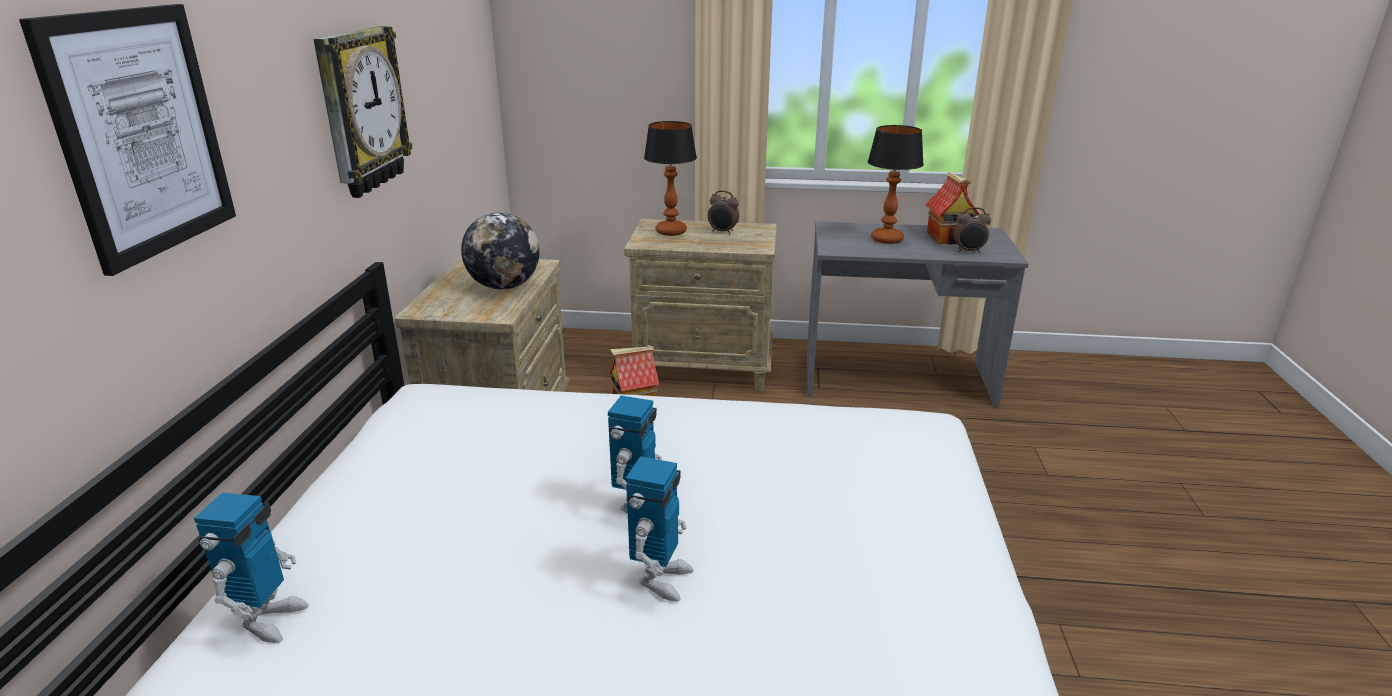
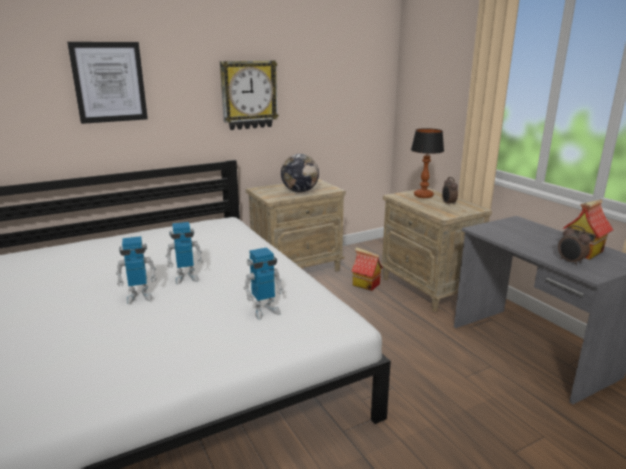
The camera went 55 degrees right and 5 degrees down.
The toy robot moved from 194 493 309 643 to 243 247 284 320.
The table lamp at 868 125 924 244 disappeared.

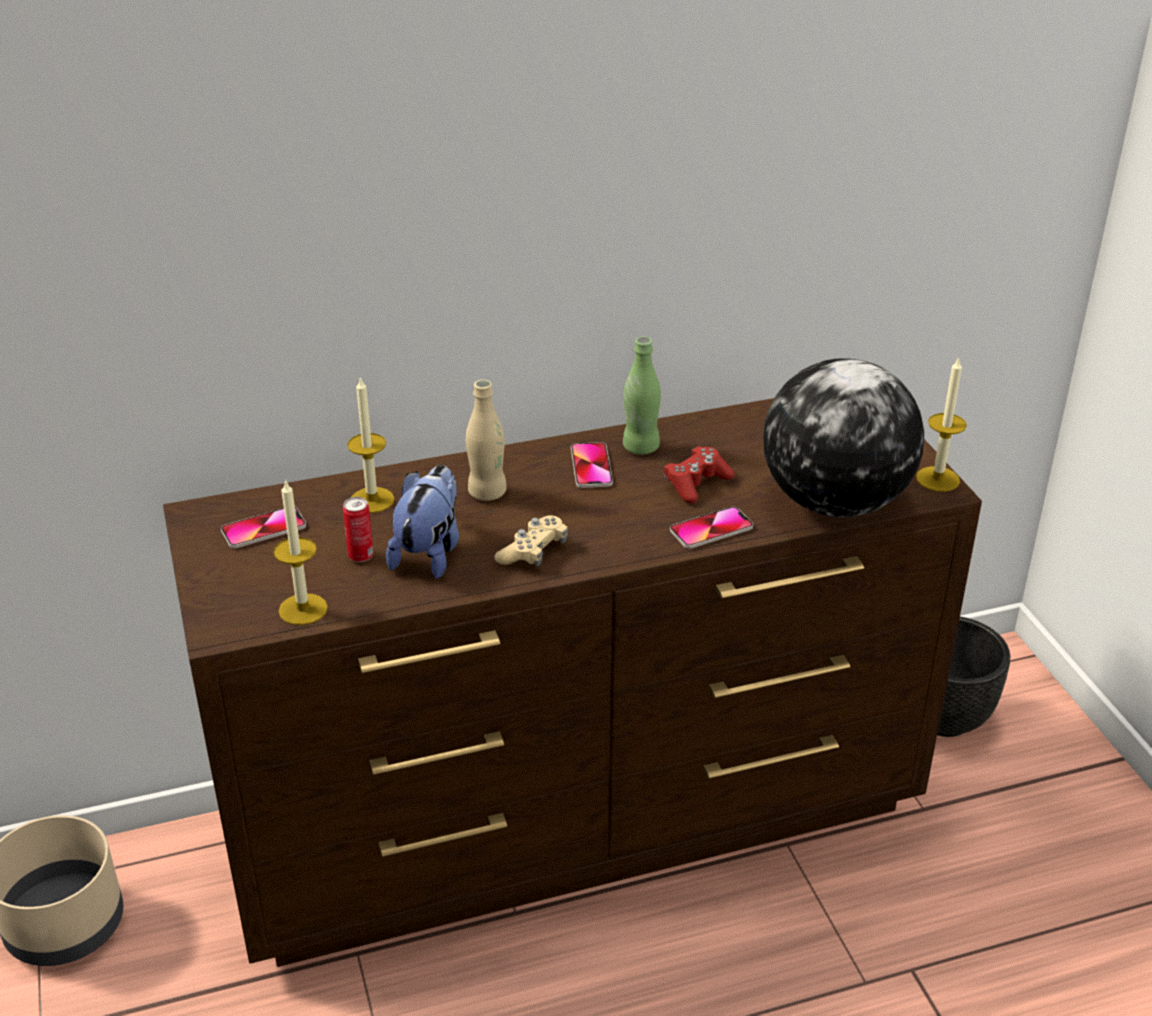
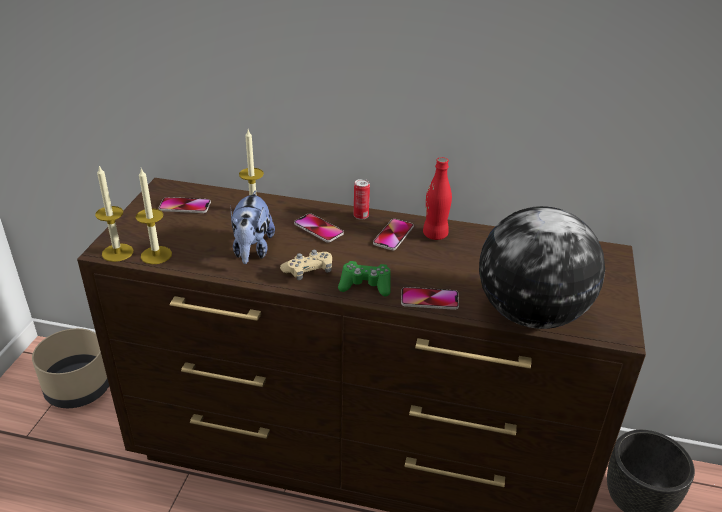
The camera went 30 degrees right and 0 degrees up.
The candle moved from 916 356 967 492 to 95 166 133 262.
The plush toy at 386 465 459 579 turned 135 degrees clockwise.
The beige bottle at 466 380 507 501 was replaced by the phone at 294 213 344 243.
The green game controller at 338 261 391 297 appeared.
The can moved from 343 497 374 562 to 354 179 370 220.
The green bottle at 623 336 661 455 became the red bottle at 423 157 452 240.
The red game controller at 664 446 734 503 disappeared.

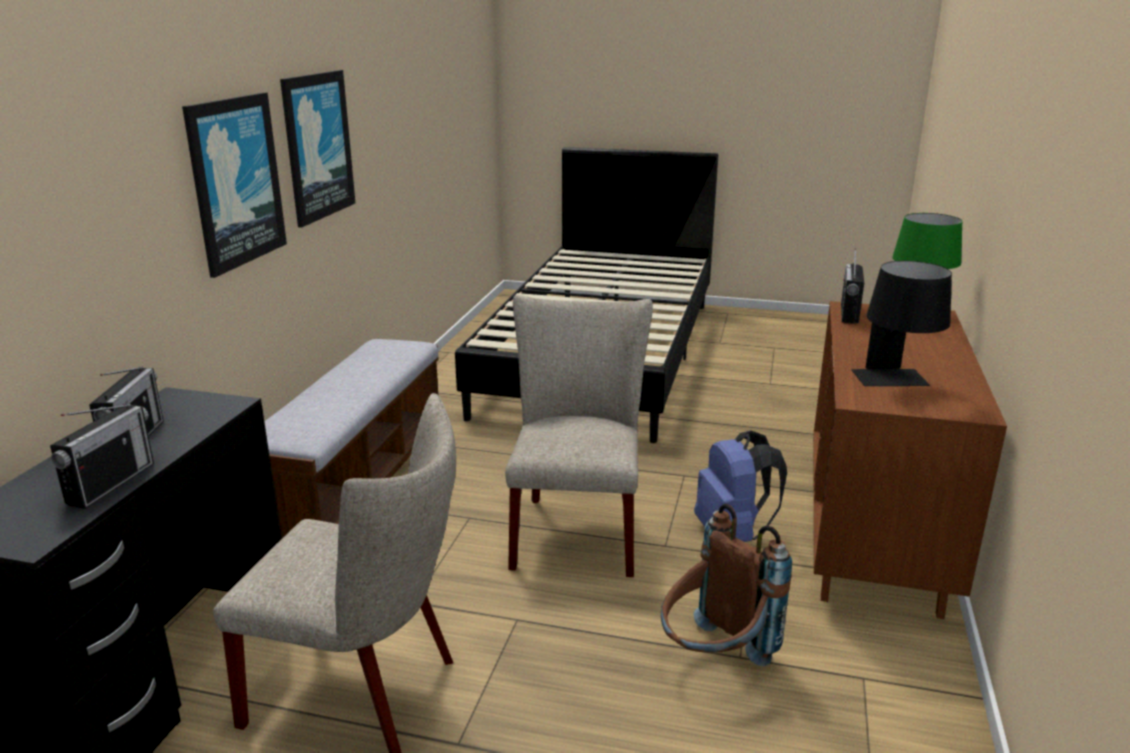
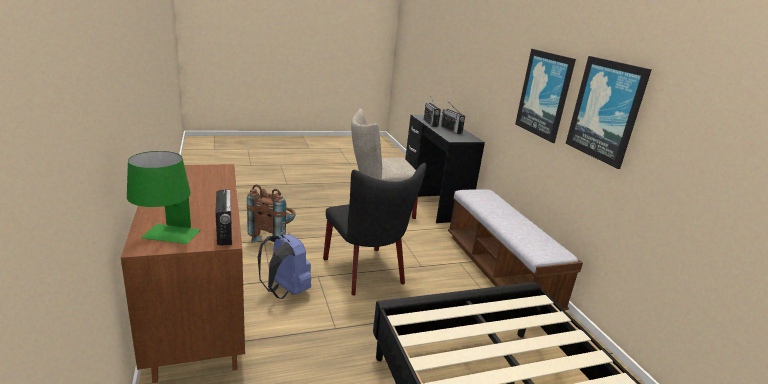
The camera went 145 degrees right and 0 degrees up.
The beige chair at 505 295 653 577 became the black chair at 323 163 426 296.
The black table lamp at 851 261 952 386 disappeared.

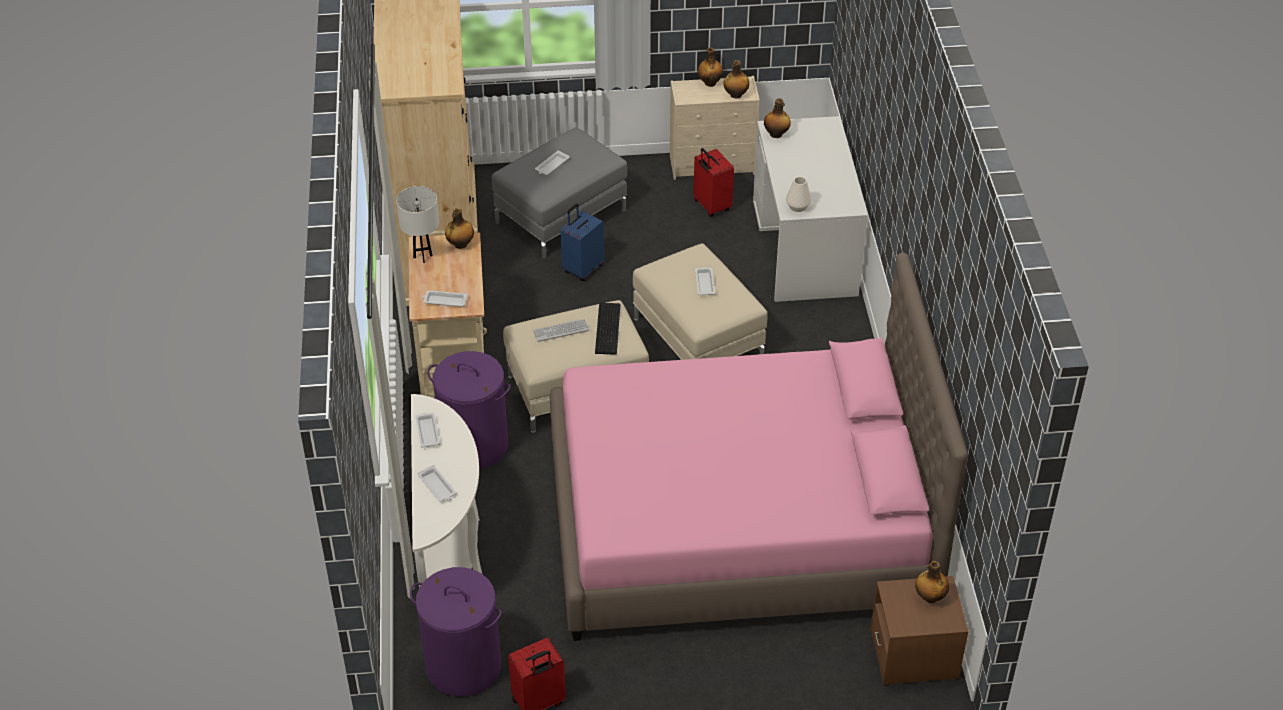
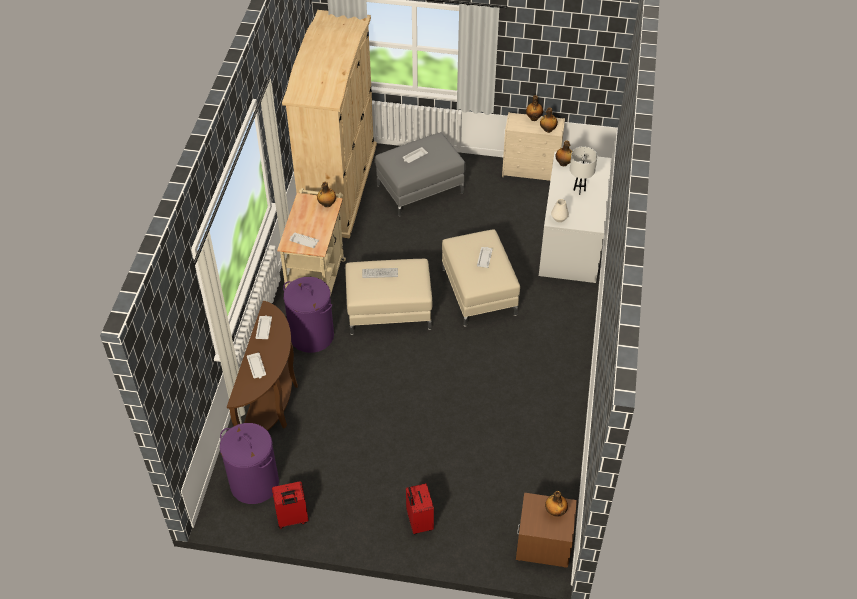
The camera went 15 degrees right and 5 degrees up.
The white console table at 411 394 482 587 became the brown console table at 227 301 298 431.
The red suitcase moved from 694 148 734 217 to 406 484 434 534.
The white table lamp moved from 396 186 439 263 to 570 146 598 195.
The pink bed at 549 252 968 641 disappeared.
The blue suitcase at 560 203 604 281 disappeared.
The keyboard at 595 303 621 355 disappeared.

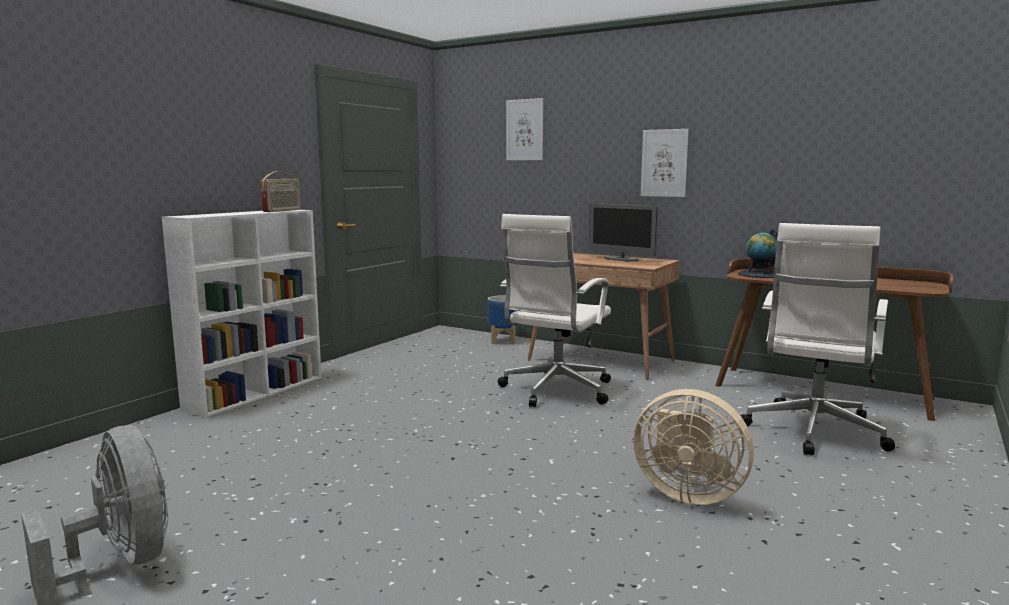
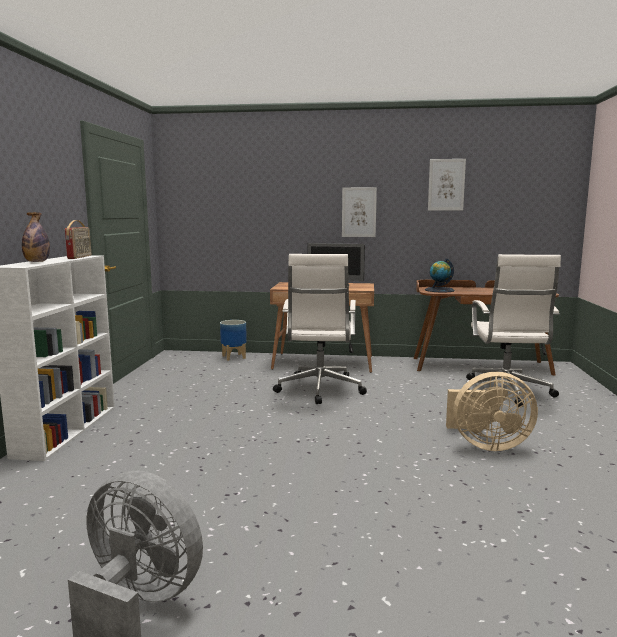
The camera went 25 degrees left and 0 degrees up.
The bottle at 22 212 50 262 appeared.
The picture moved from 506 98 543 161 to 428 159 466 211.

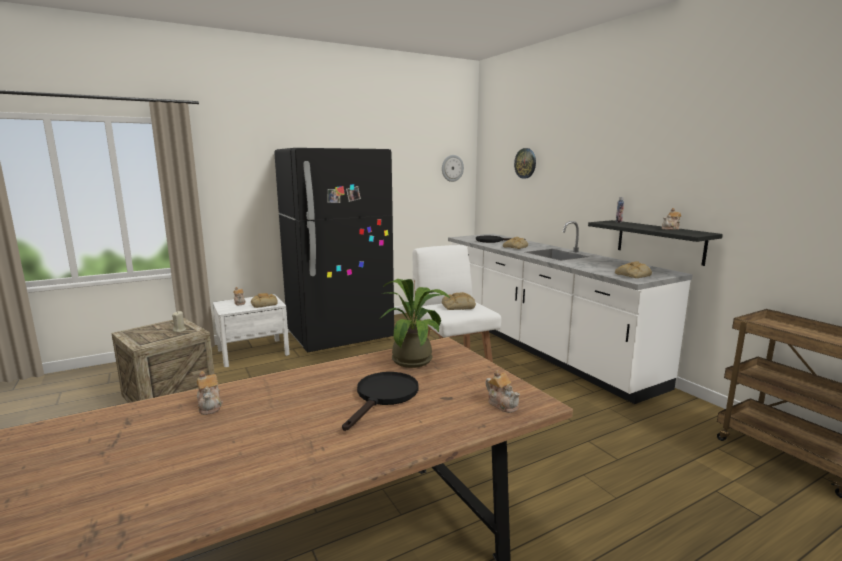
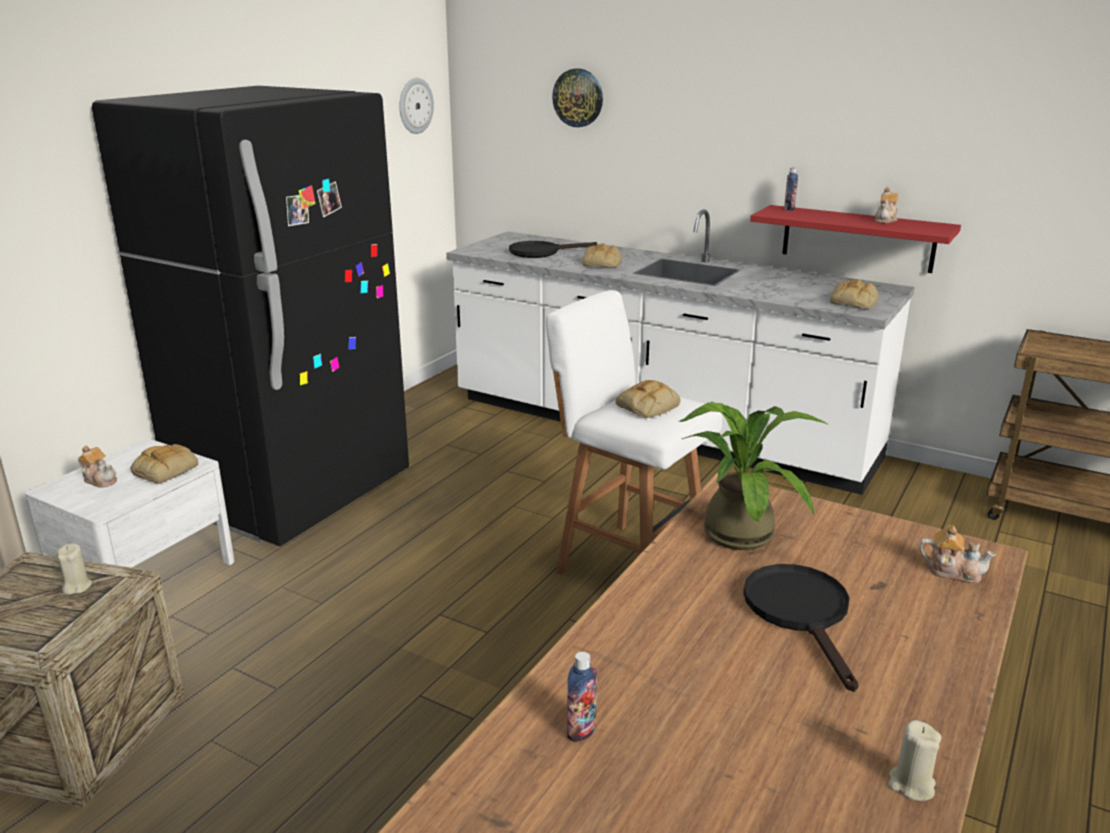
The camera went 30 degrees left and 10 degrees up.
The teapot at 197 371 223 415 was replaced by the bottle at 567 652 597 742.
The black shelf at 588 220 723 266 became the red shelf at 750 205 961 273.
The beige candle at 888 720 942 801 appeared.

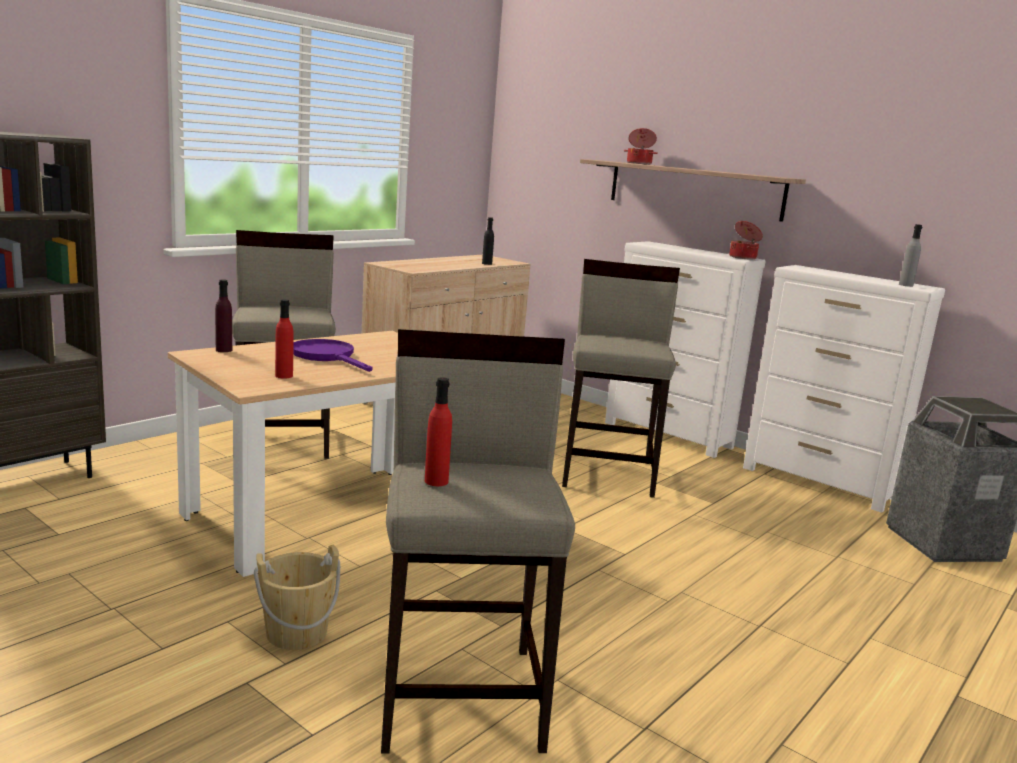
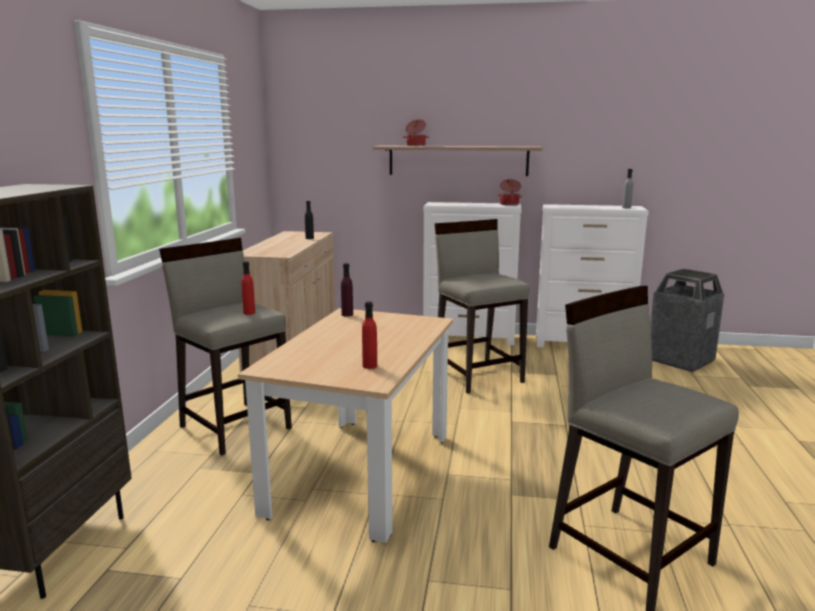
The camera went 30 degrees left and 0 degrees up.
The red bottle moved from 425 377 452 486 to 241 261 255 315.
The purple bottle moved from 215 279 232 352 to 341 263 353 317.
The beige bucket at 254 545 340 650 disappeared.
The purple frying pan at 293 339 373 372 disappeared.

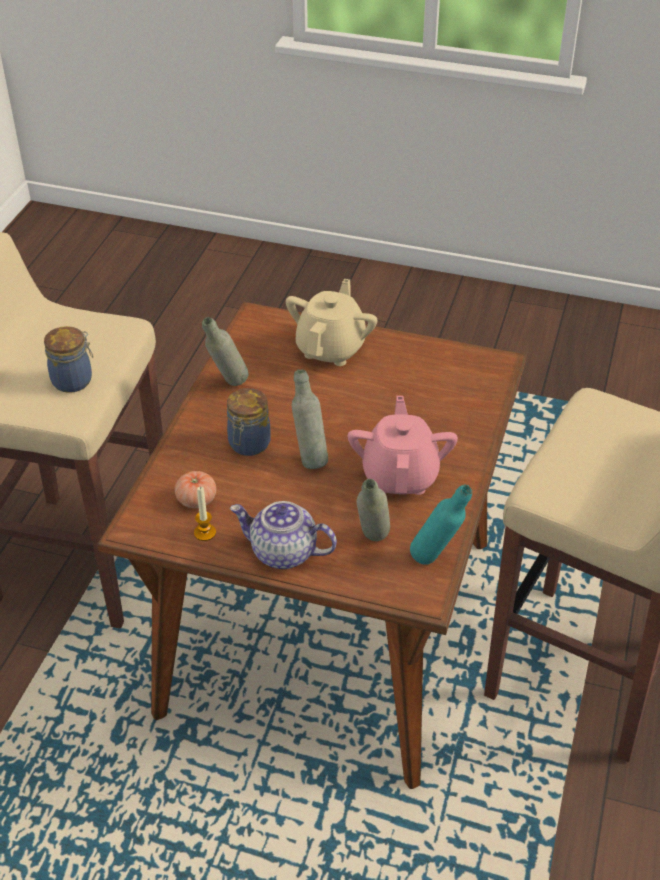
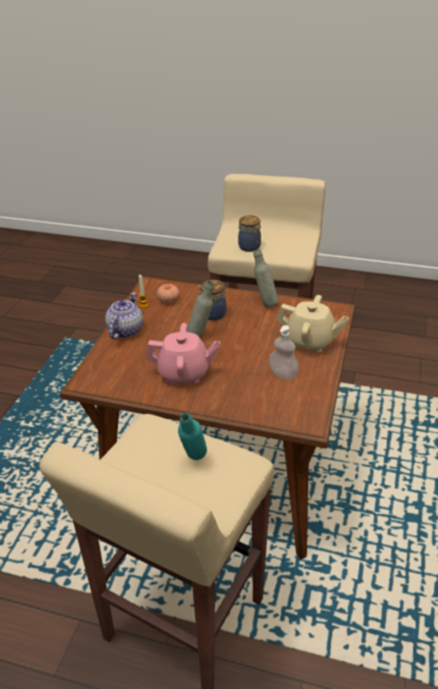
The camera went 90 degrees right and 5 degrees down.
The turquoise bottle moved from 410 485 472 565 to 178 413 207 460.
The soap dispenser at 269 325 299 380 appeared.
The grey bottle at 357 479 390 541 disappeared.

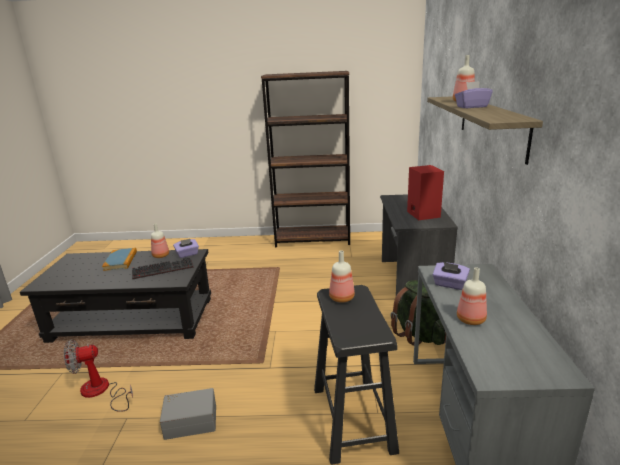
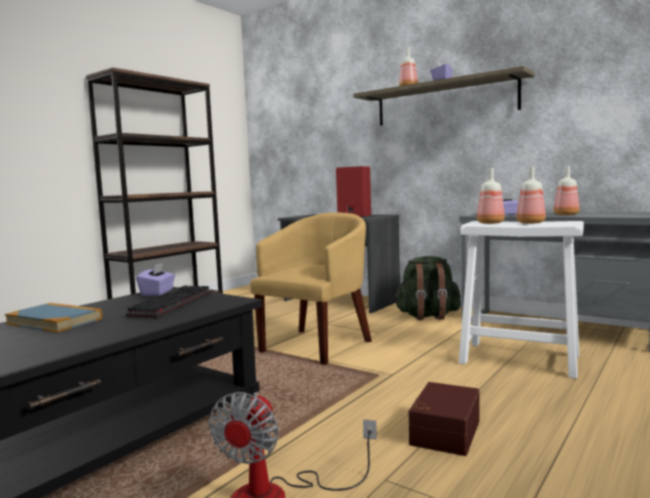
The camera went 55 degrees left and 15 degrees down.
The yellow armchair at 250 213 372 365 appeared.
The grey storage box at 160 388 216 440 became the brown storage box at 409 382 479 456.
The black stool at 314 285 399 465 became the white stool at 458 221 584 379.
The bottle moved from 151 223 169 258 to 516 167 546 224.

